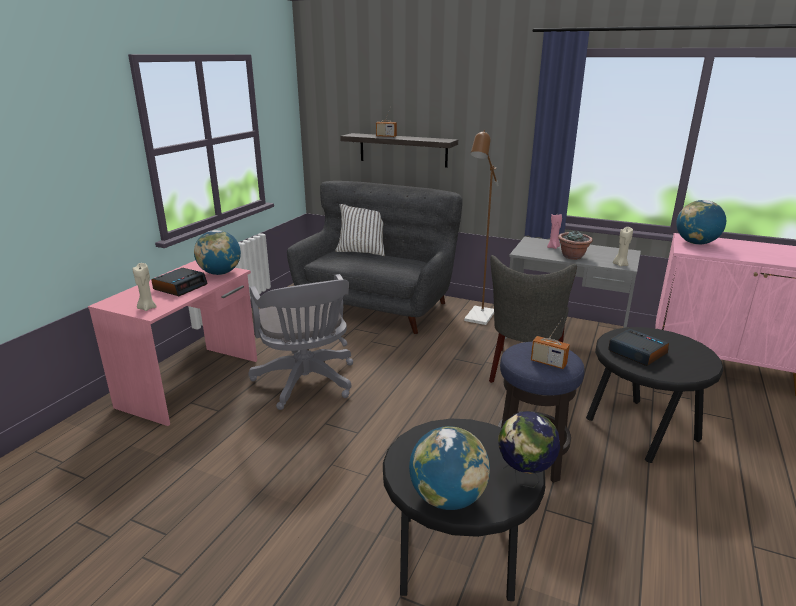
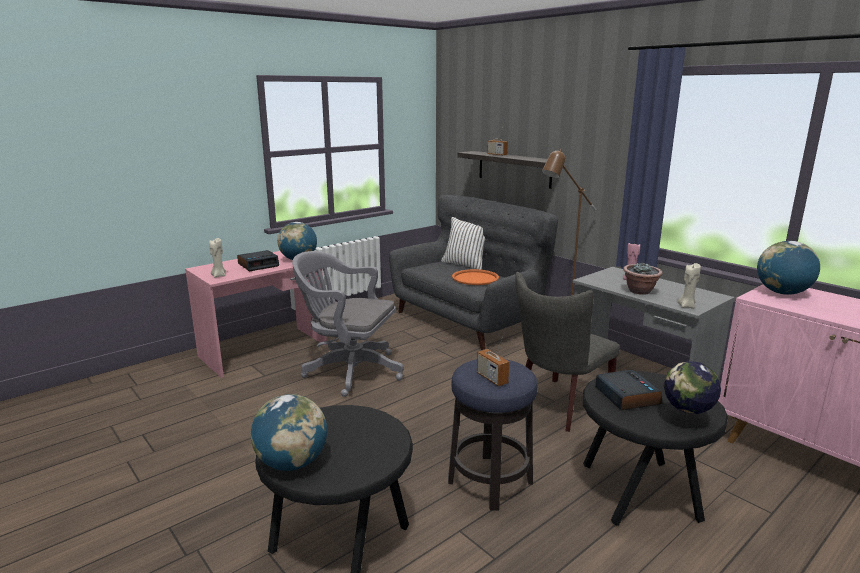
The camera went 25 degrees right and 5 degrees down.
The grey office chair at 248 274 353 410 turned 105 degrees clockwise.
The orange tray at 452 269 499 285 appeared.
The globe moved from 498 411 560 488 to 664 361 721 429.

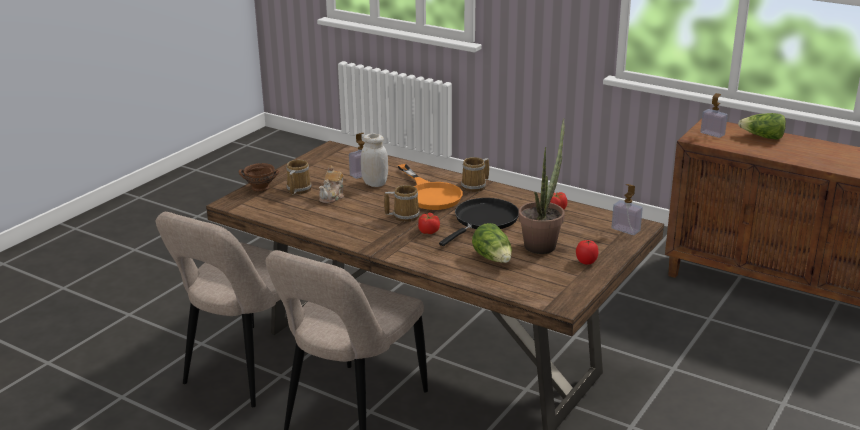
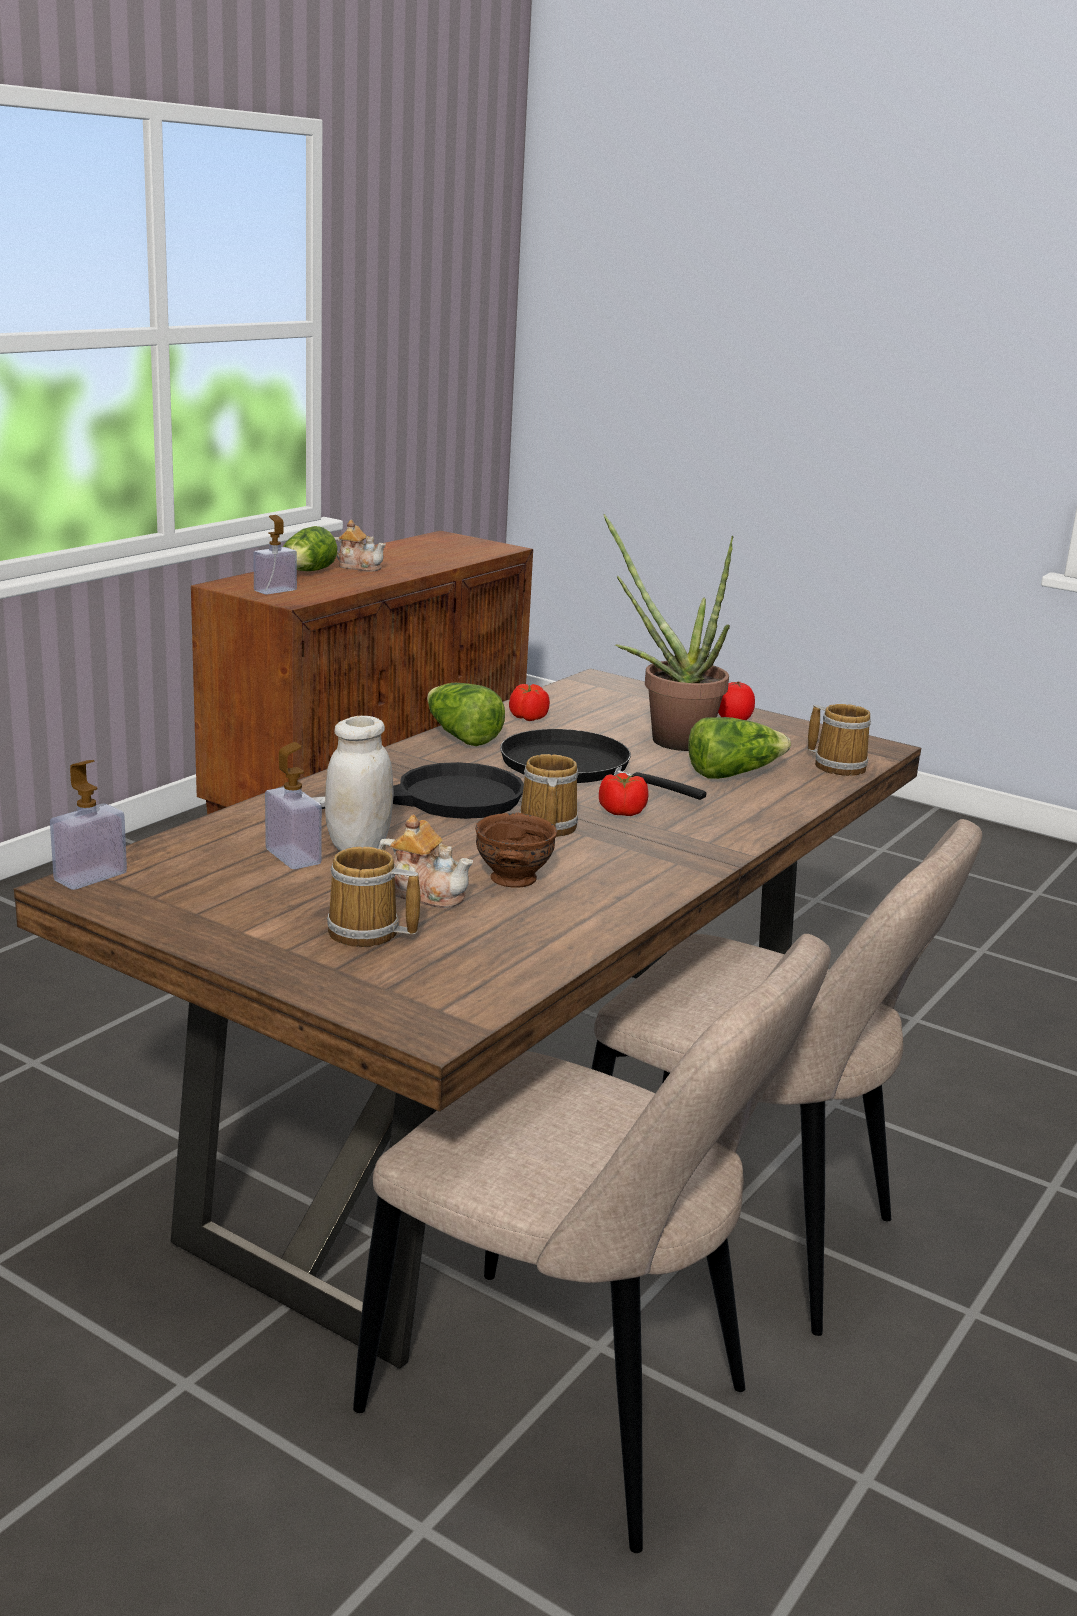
The camera went 90 degrees left and 5 degrees down.
The soap dispenser moved from 612 184 643 235 to 50 760 127 890.
The orange frying pan at 398 164 463 210 became the black frying pan at 312 762 524 819.
The teapot at 334 520 386 572 appeared.
The lettuce at 427 683 505 746 appeared.
The brown bowl moved from 239 163 280 192 to 475 813 557 888.
The mug moved from 461 157 489 192 to 808 704 871 776.

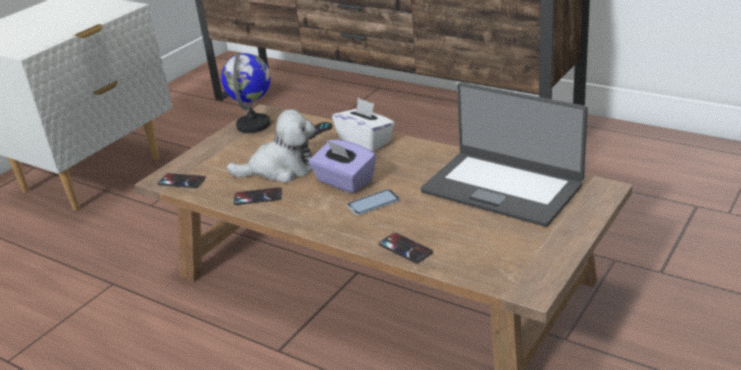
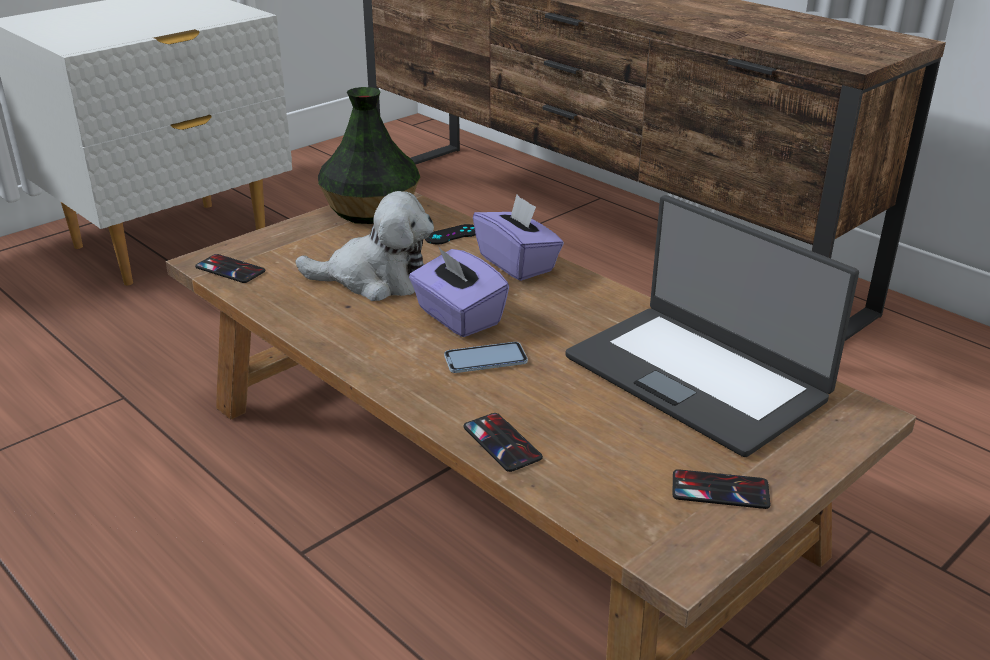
The camera went 10 degrees right and 0 degrees up.
The globe at 221 53 271 133 was replaced by the vase at 318 87 421 224.
The white tissue box at 332 98 395 152 became the purple tissue box at 473 195 564 281.
The phone moved from 234 187 282 205 to 673 469 770 509.

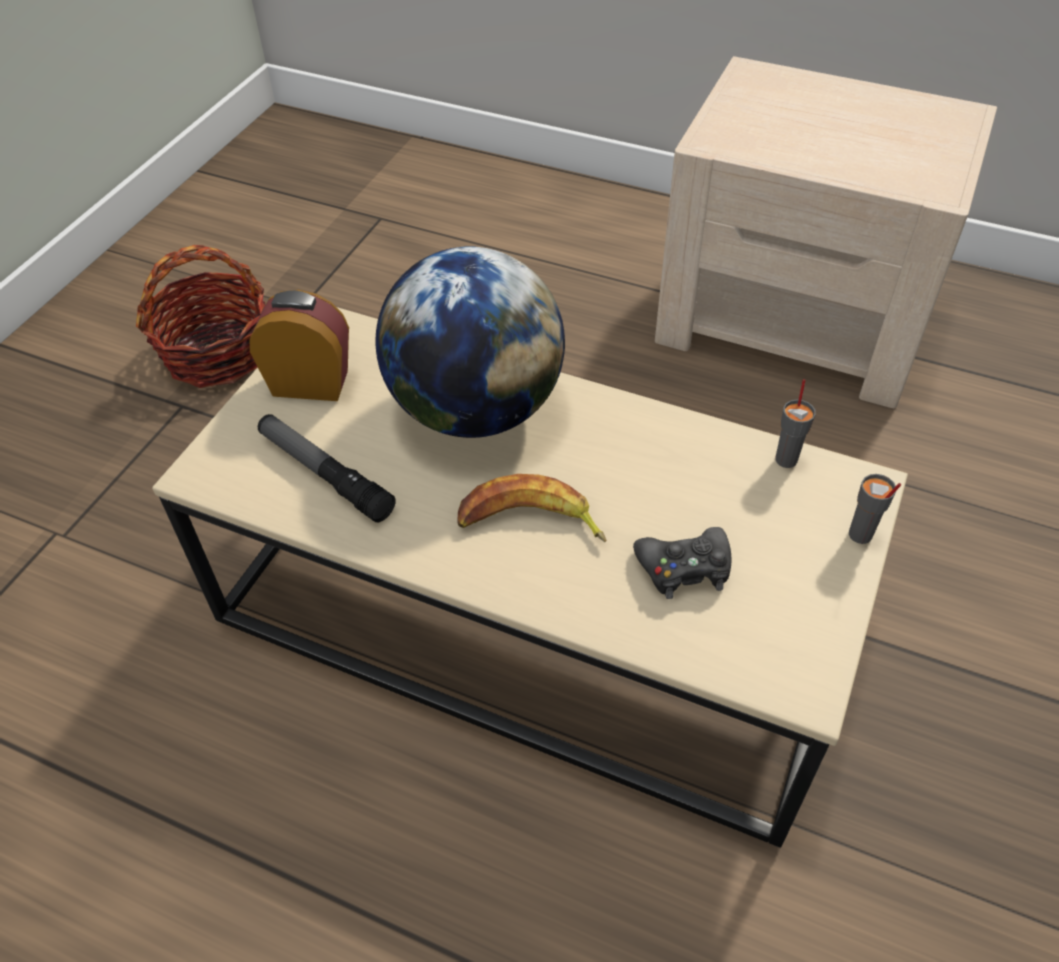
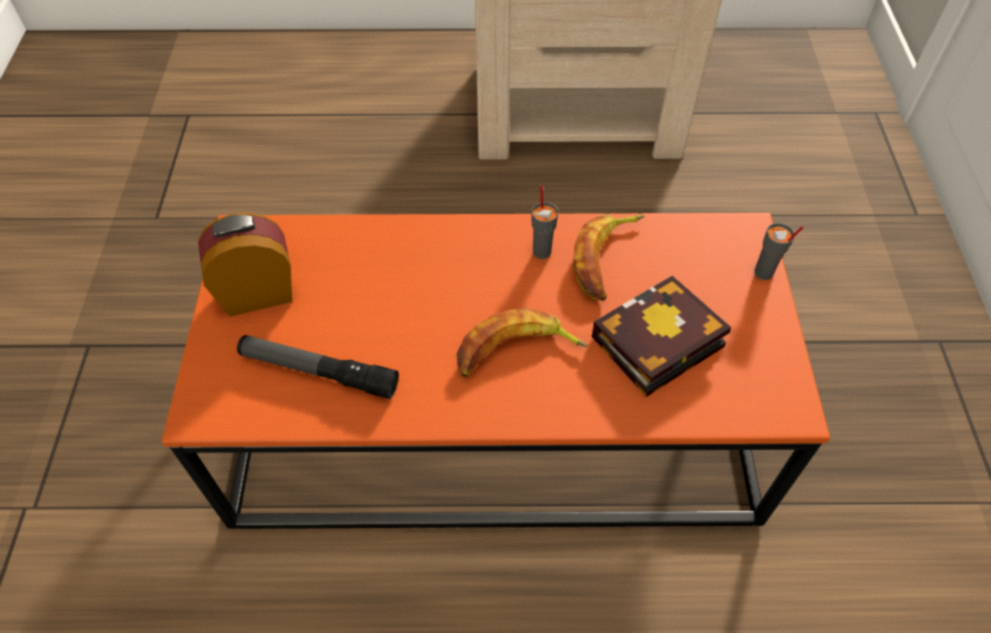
The camera went 25 degrees left and 5 degrees up.
The beige coffee table at 152 307 908 848 became the orange coffee table at 162 213 830 529.
The grey cup moved from 775 379 816 468 to 532 185 558 259.
The banana at 574 214 645 301 appeared.
The black game controller at 633 527 732 599 was replaced by the book at 592 276 731 397.
The basket at 136 245 265 388 disappeared.
The globe at 376 246 565 438 disappeared.

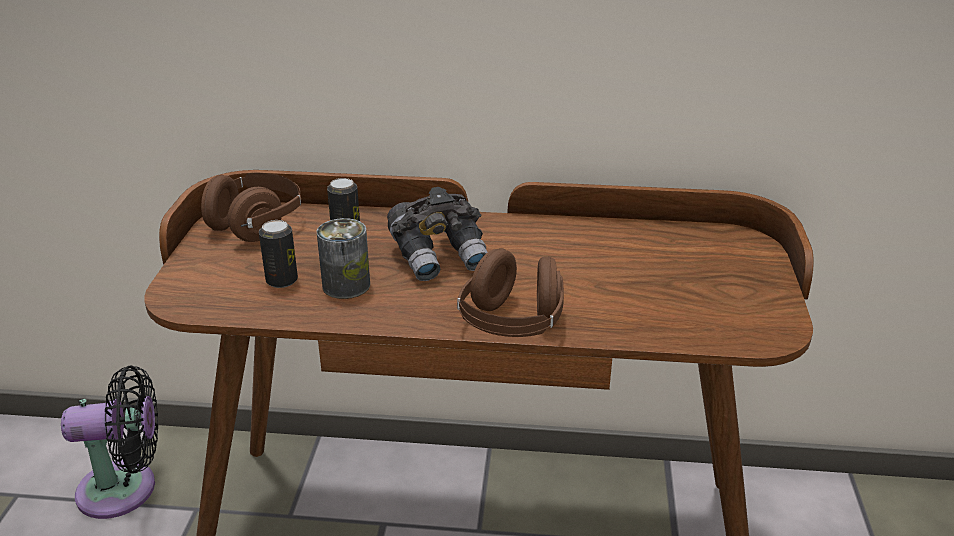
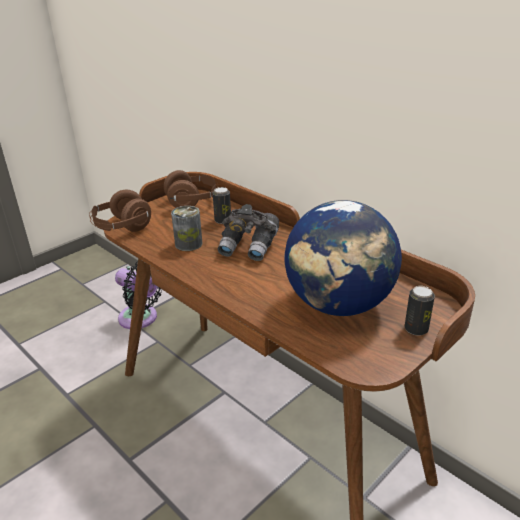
The camera went 40 degrees right and 0 degrees up.
The brown headphones moved from 457 248 564 337 to 89 190 151 232.
The globe at 284 200 402 316 appeared.
The can moved from 259 220 298 288 to 404 286 435 336.

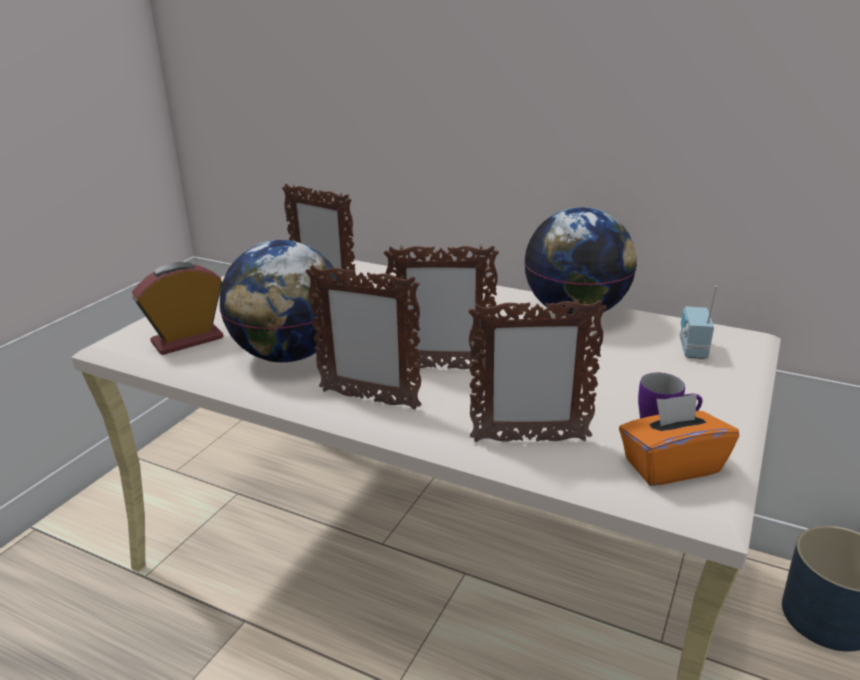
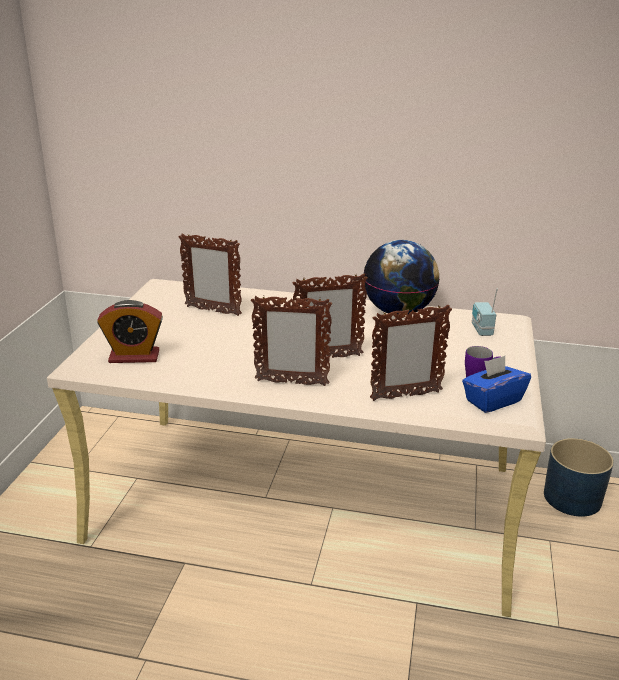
The camera went 15 degrees left and 0 degrees up.
The alarm clock at 132 262 223 355 turned 135 degrees counterclockwise.
The orange tissue box at 619 394 739 486 became the blue tissue box at 462 356 531 413.
The globe at 220 240 341 362 disappeared.

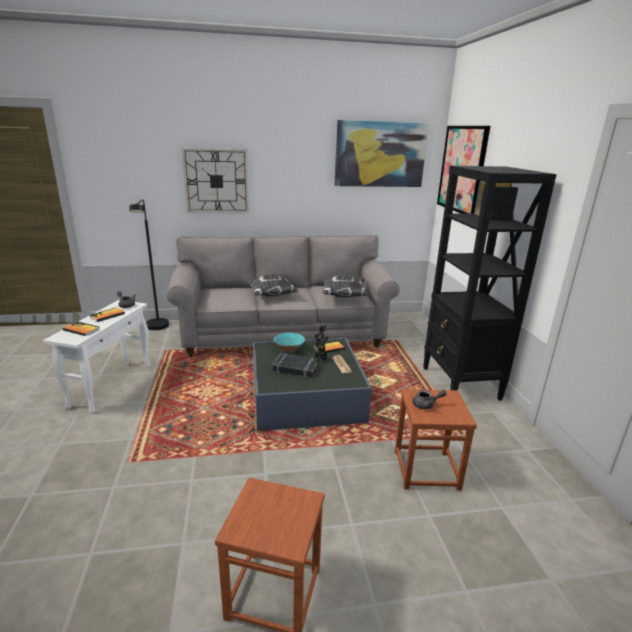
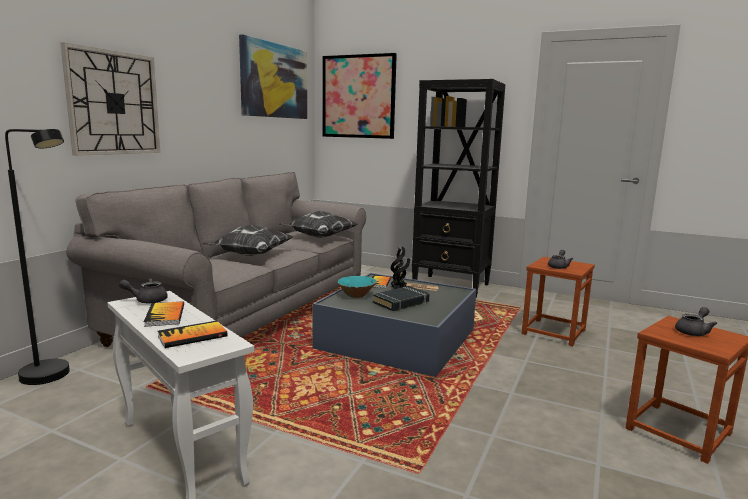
The camera went 55 degrees left and 10 degrees down.
The grey teapot at 675 307 717 336 appeared.

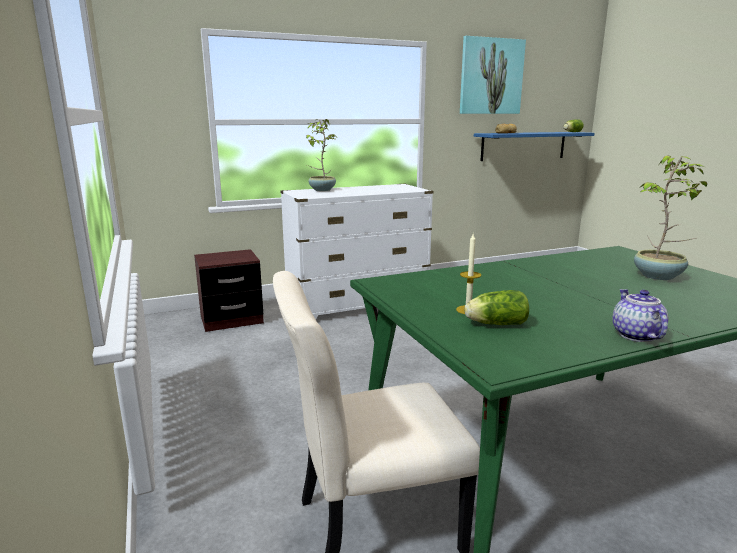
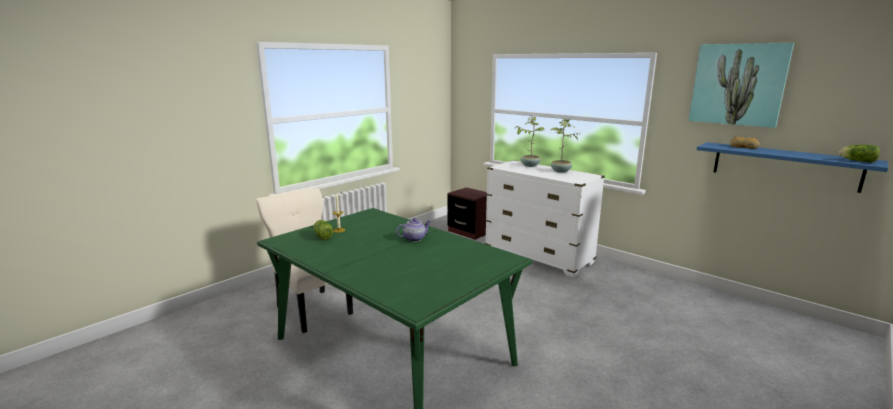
The camera went 65 degrees right and 0 degrees up.
The teapot moved from 612 289 669 342 to 397 218 431 242.
The potted plant moved from 634 155 707 280 to 551 119 580 173.

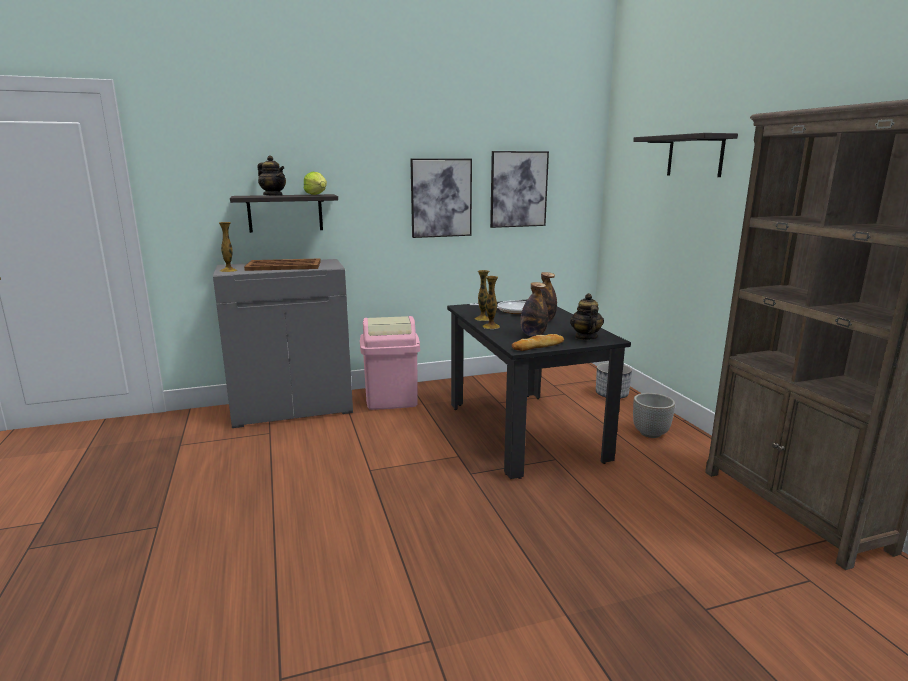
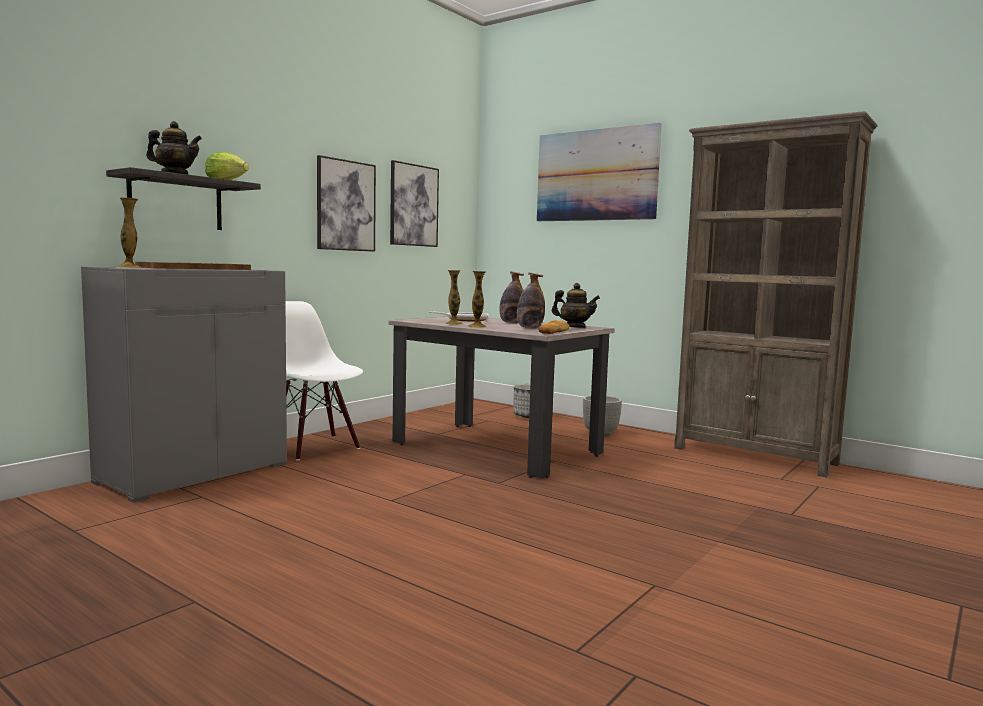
The camera went 35 degrees left and 10 degrees down.
The pink trash can at 360 316 420 410 was replaced by the white chair at 285 301 363 461.
The black dining table at 447 299 631 479 became the beige dining table at 389 317 615 479.
The shelf at 633 133 738 177 was replaced by the picture at 537 123 662 221.
The teapot at 570 293 604 340 turned 150 degrees clockwise.

